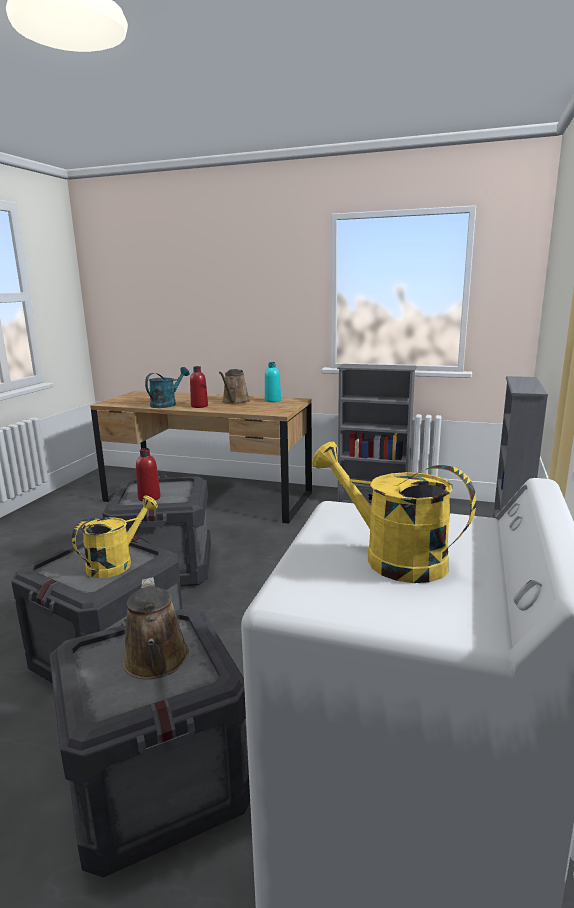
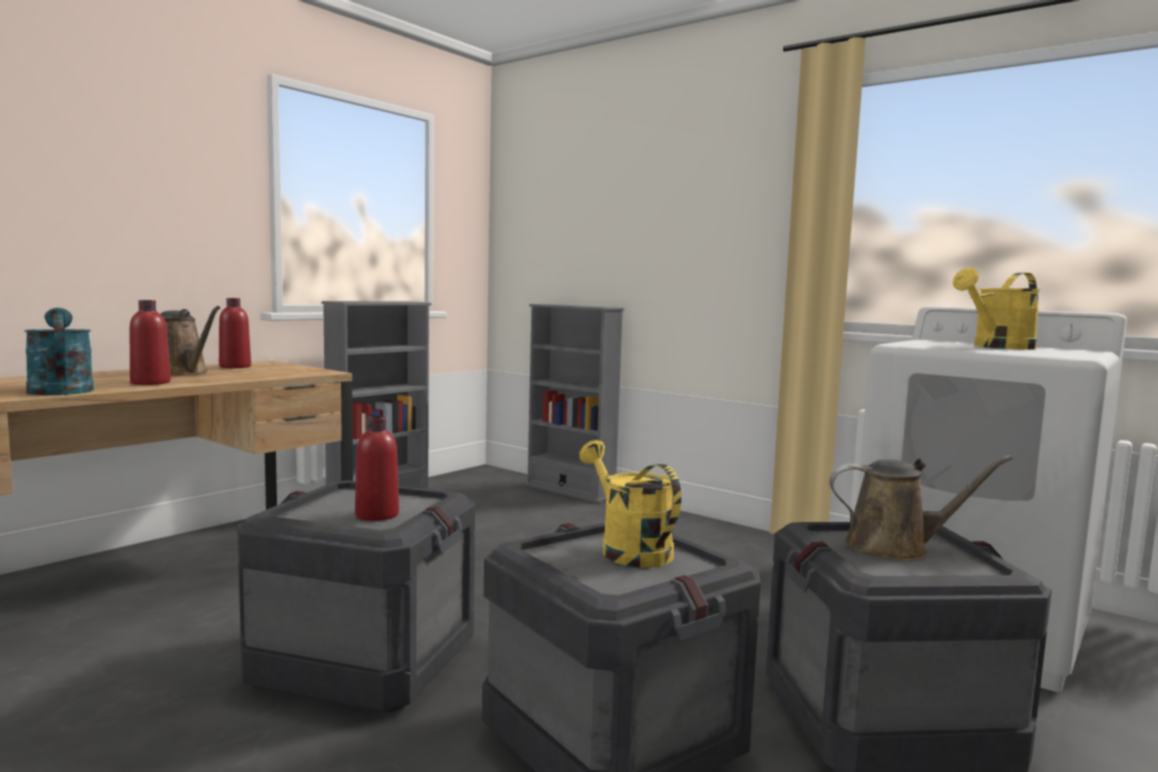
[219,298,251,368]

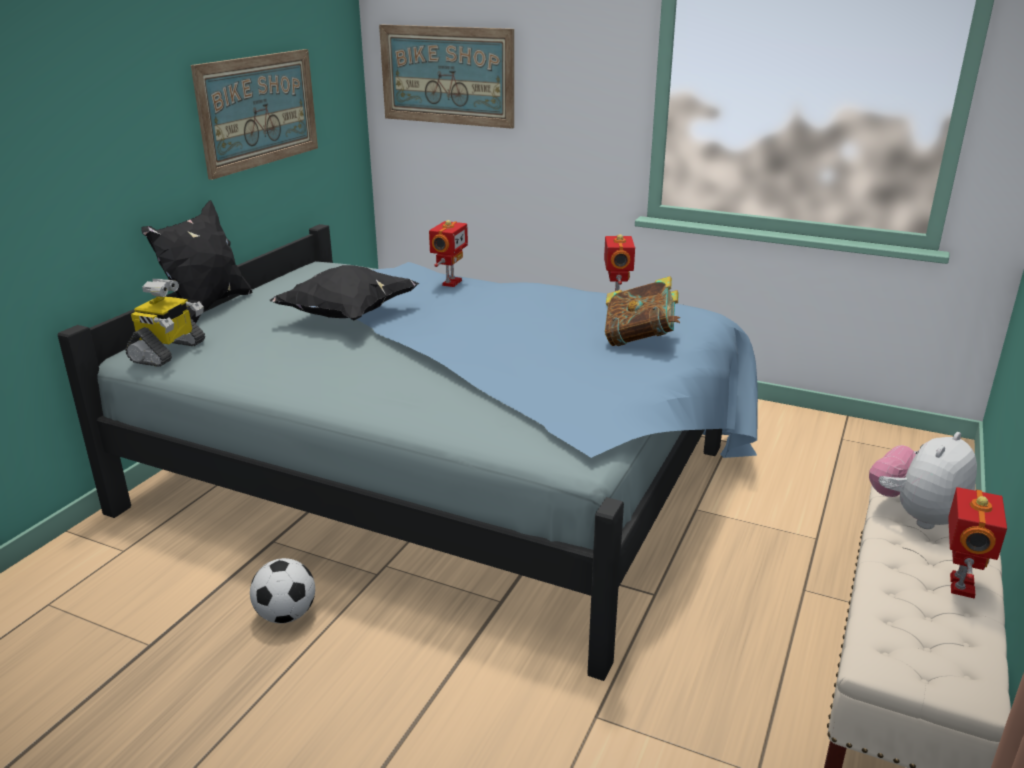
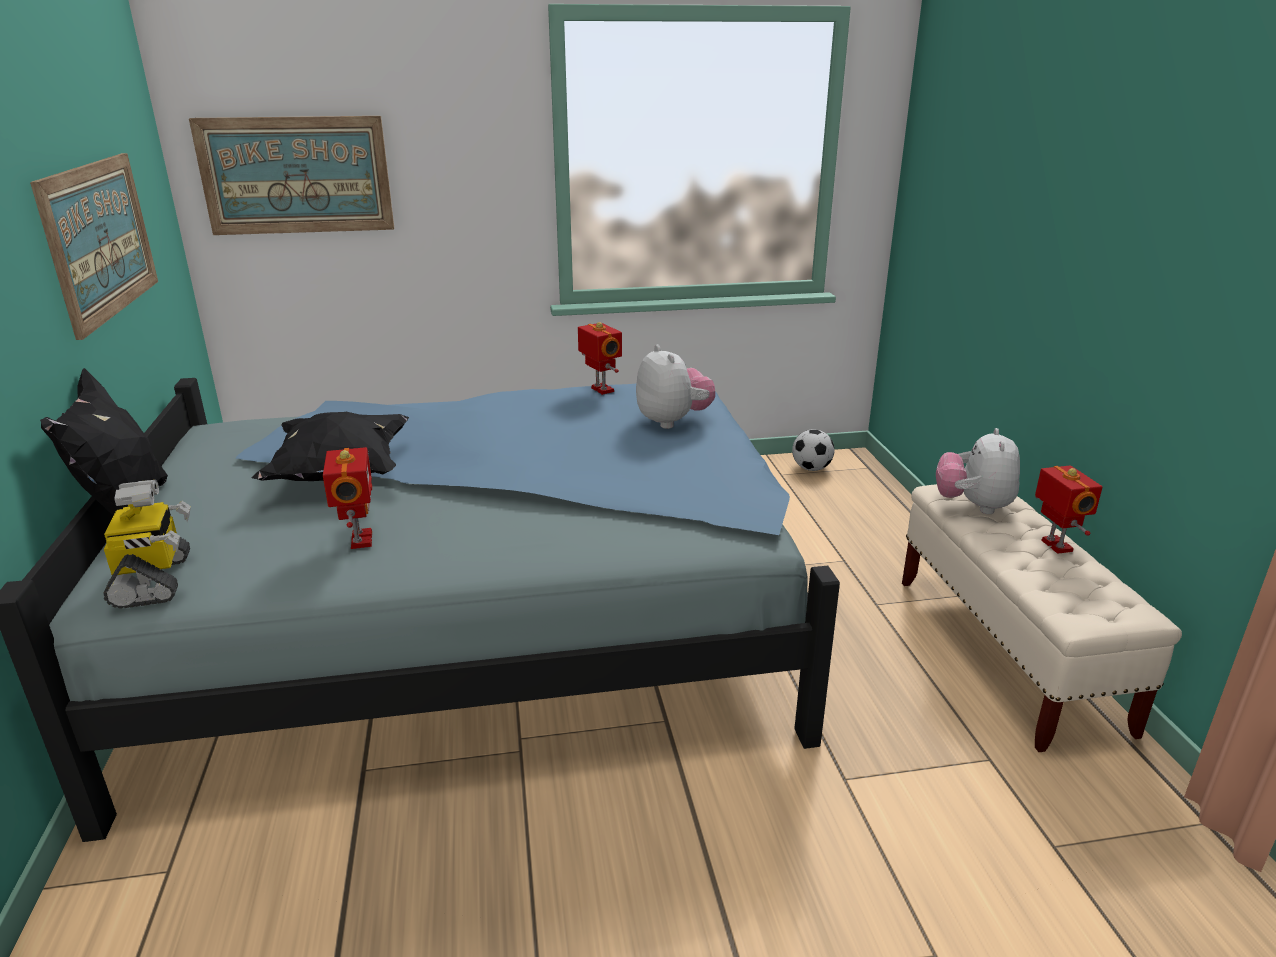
[792,429,835,471]
[323,447,372,549]
[636,345,715,429]

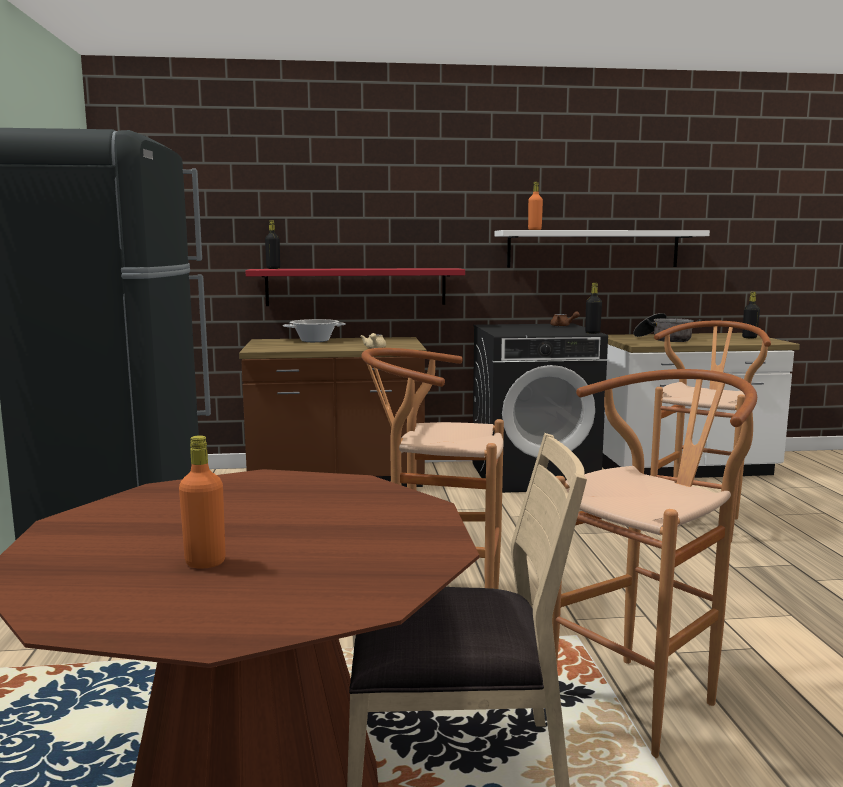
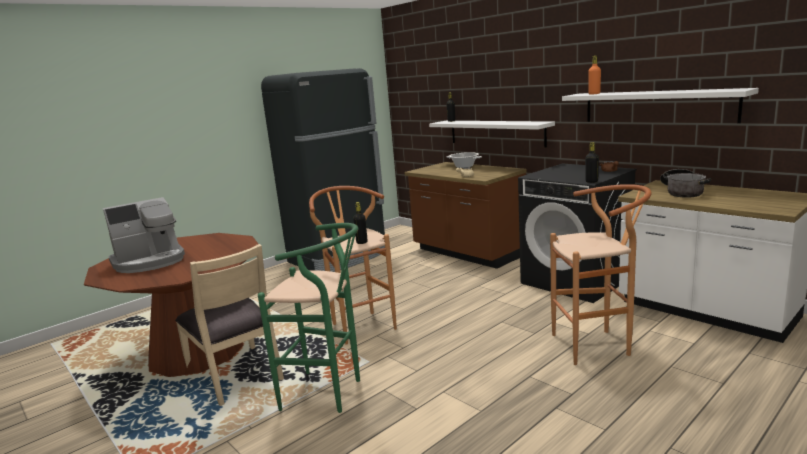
[103,197,185,273]
[429,121,555,148]
[258,223,360,413]
[353,202,367,244]

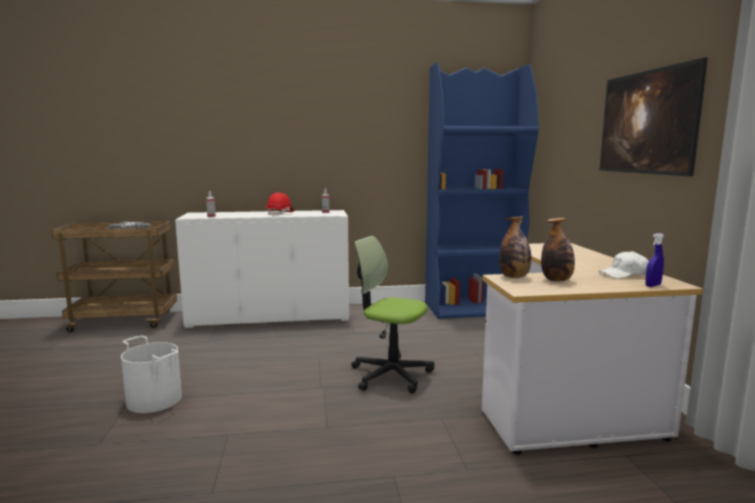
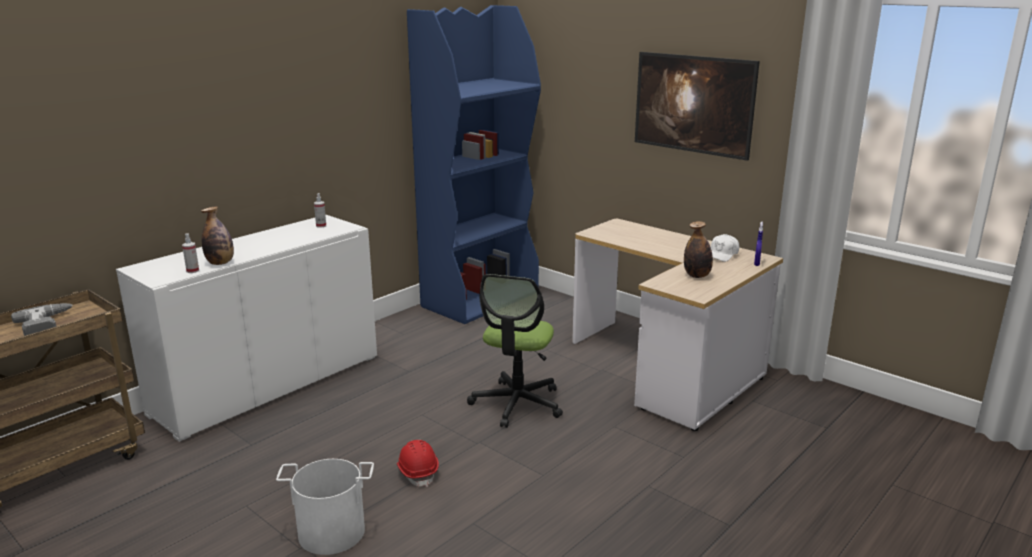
[397,440,439,487]
[467,274,563,428]
[201,206,234,265]

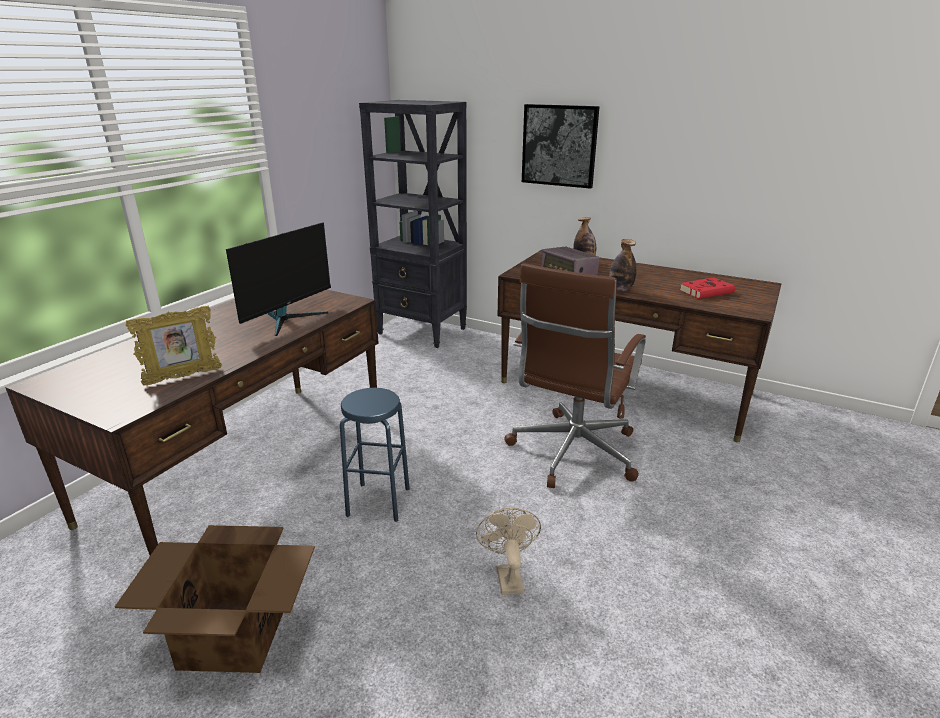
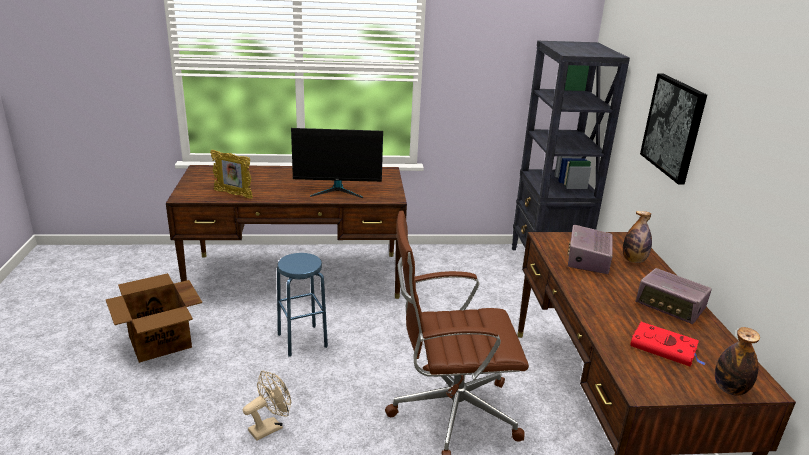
[715,327,760,396]
[635,268,712,324]

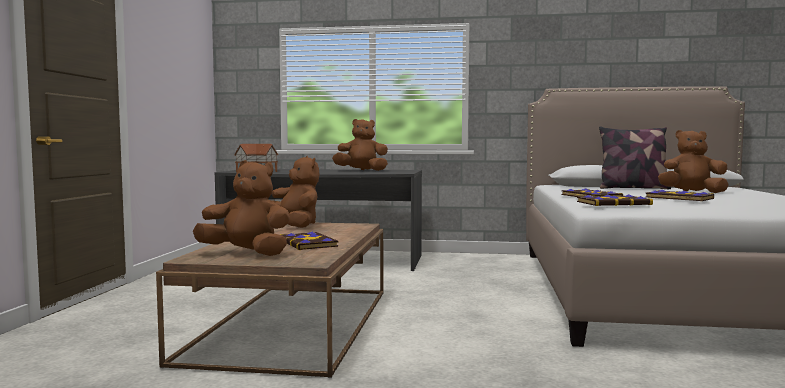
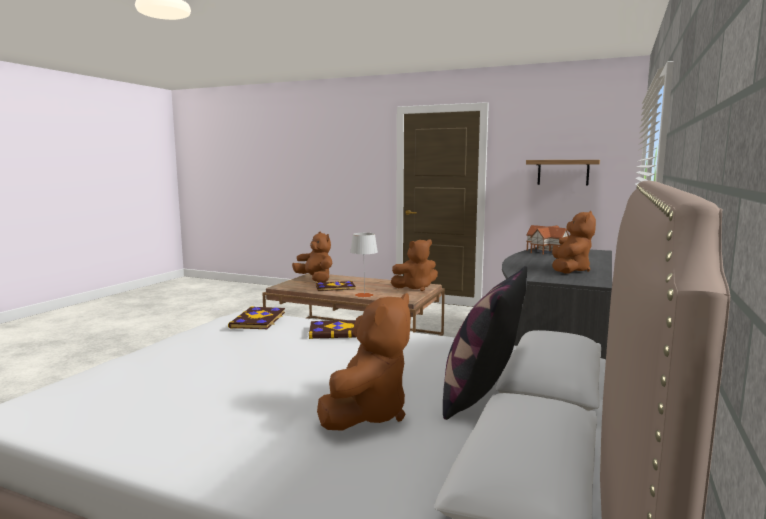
[292,231,332,282]
[645,190,714,201] (first image)
[350,233,378,298]
[526,160,600,185]

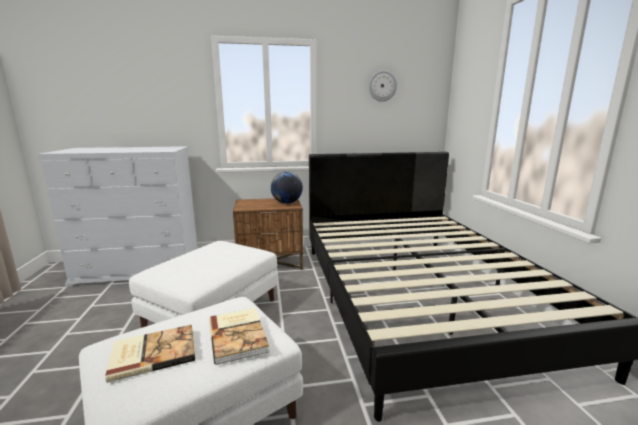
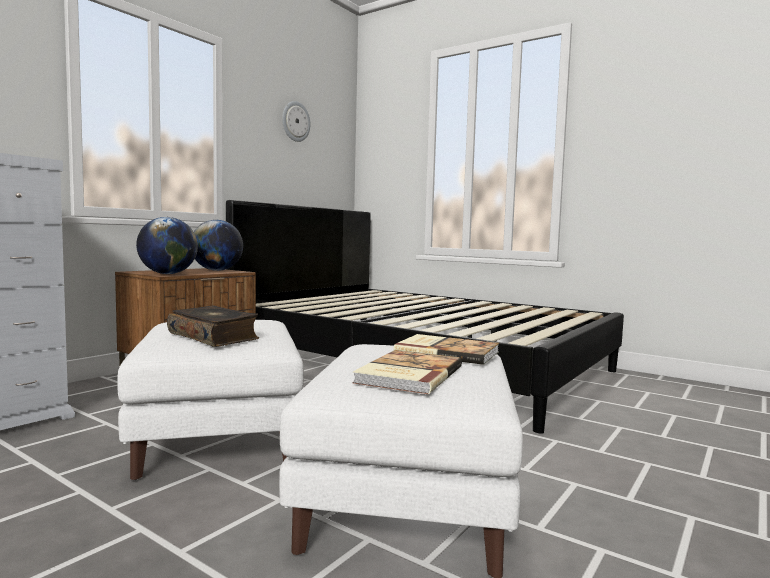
[136,217,198,274]
[167,306,259,347]

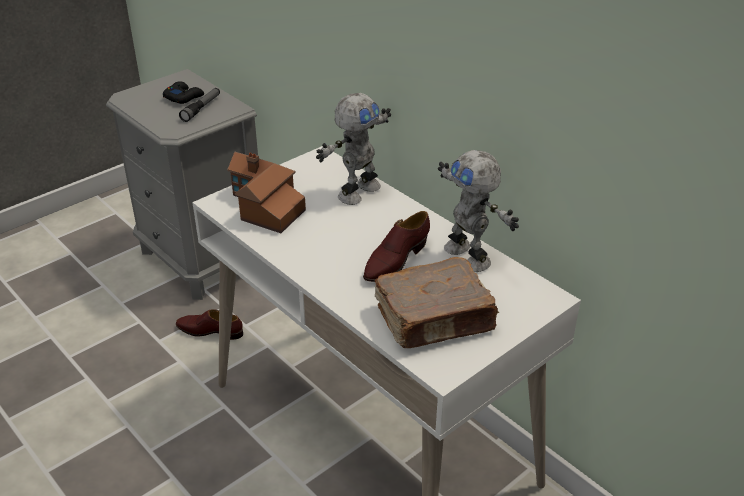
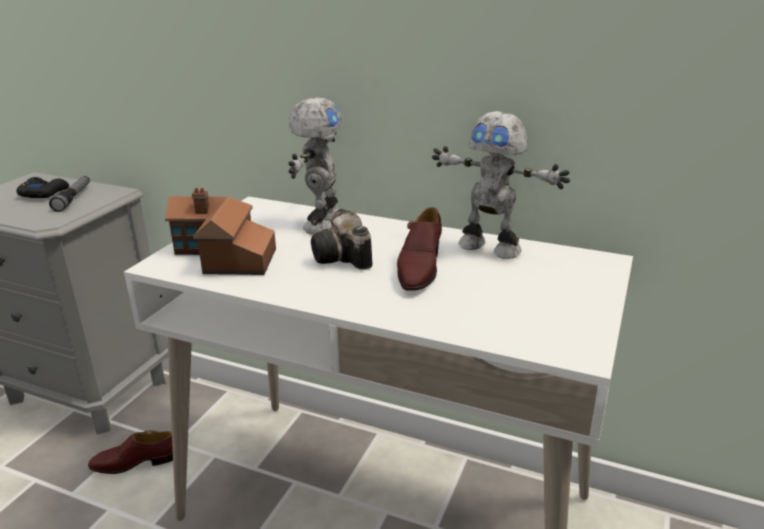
[375,257,499,348] (first image)
[311,209,372,270]

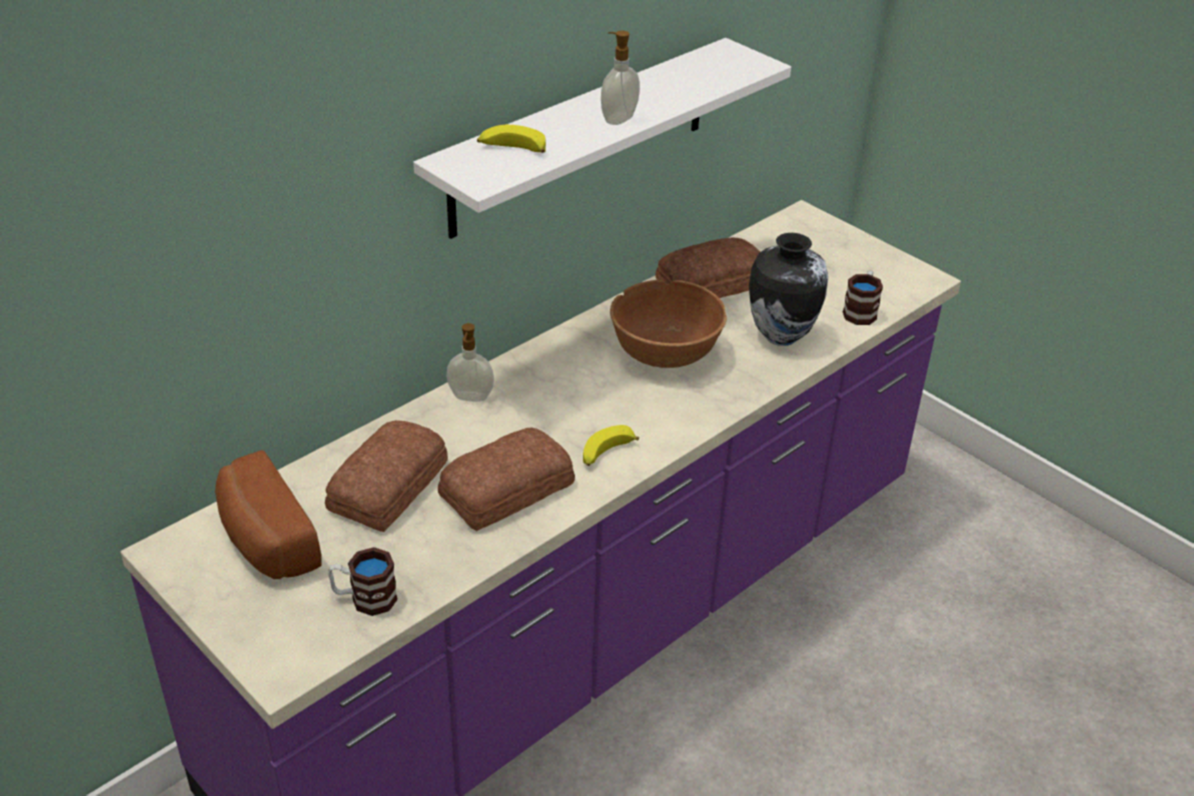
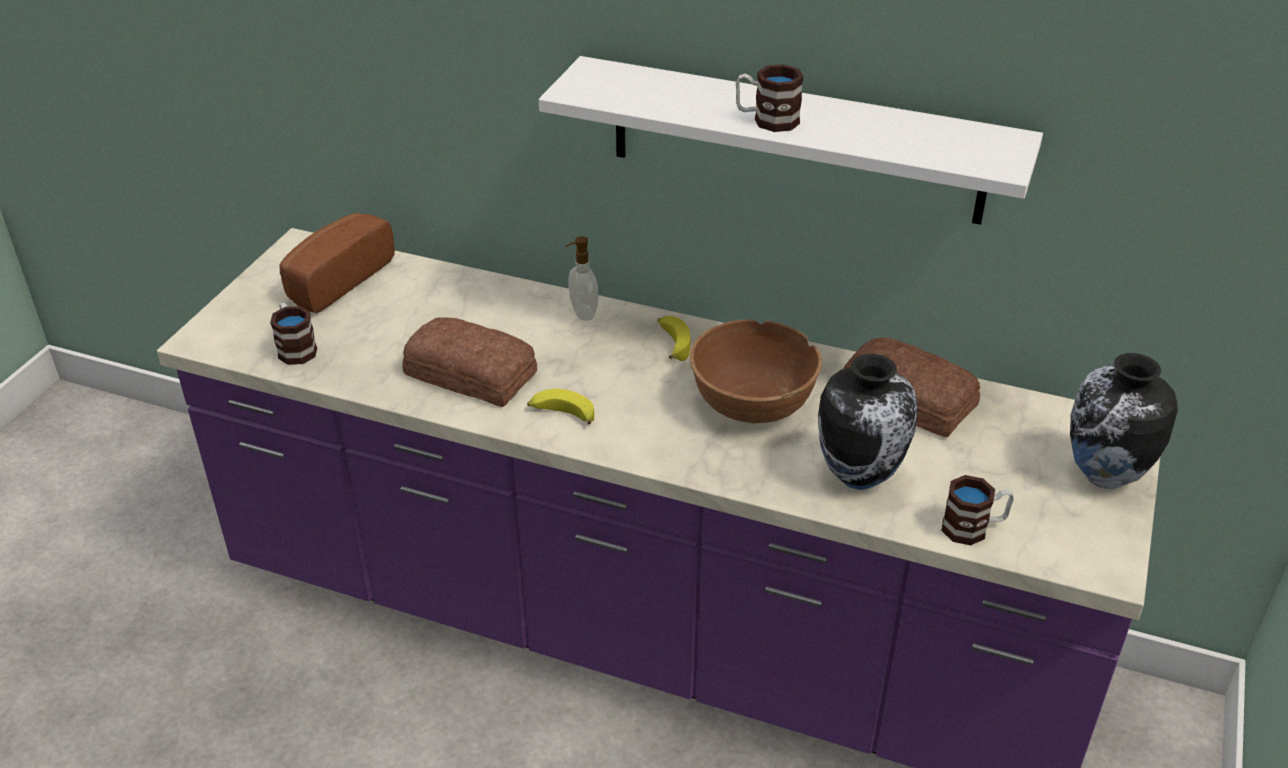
[325,420,448,532] (first image)
[657,316,691,361]
[736,64,804,132]
[1070,353,1178,489]

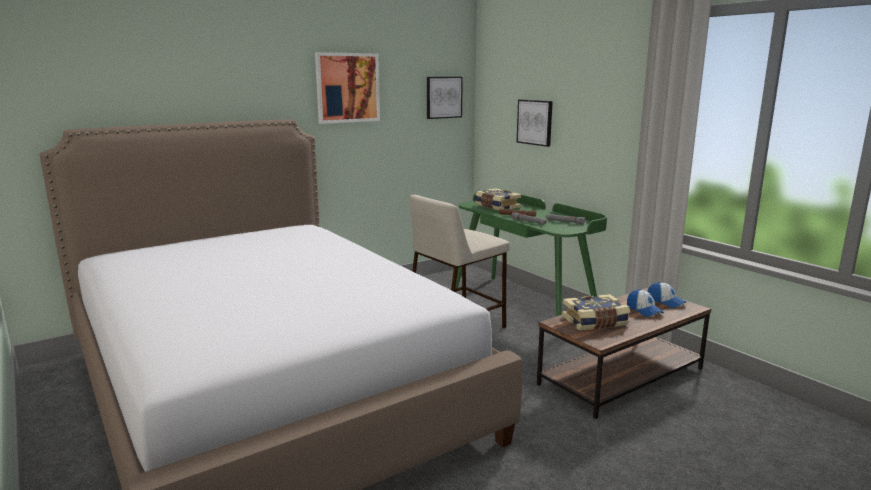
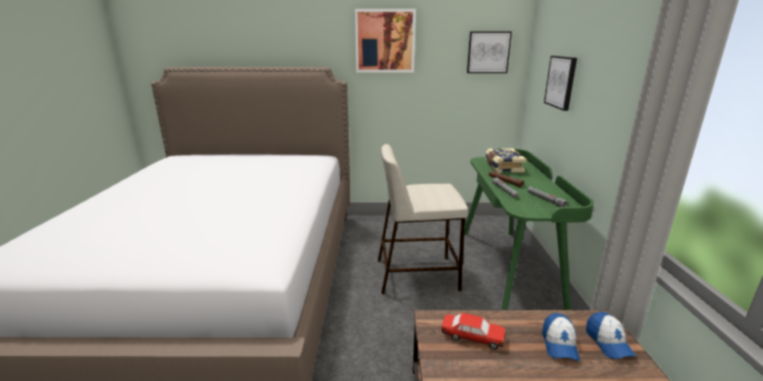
[441,313,506,350]

